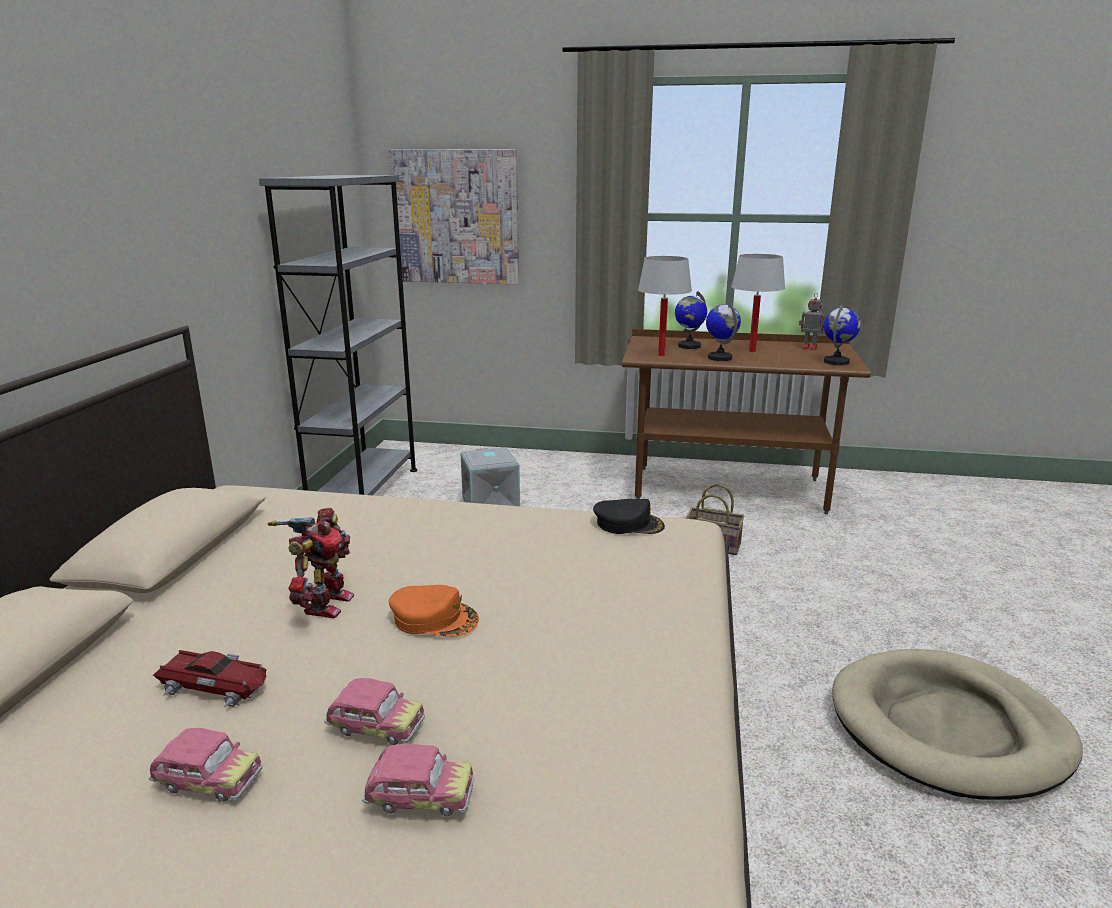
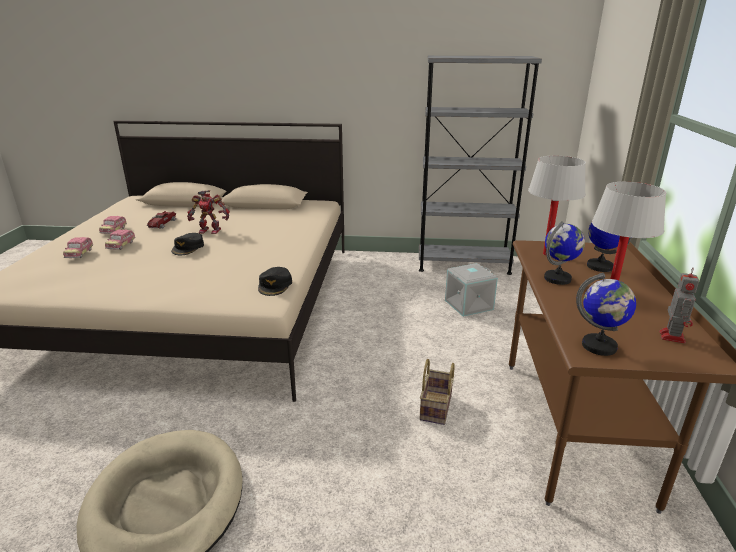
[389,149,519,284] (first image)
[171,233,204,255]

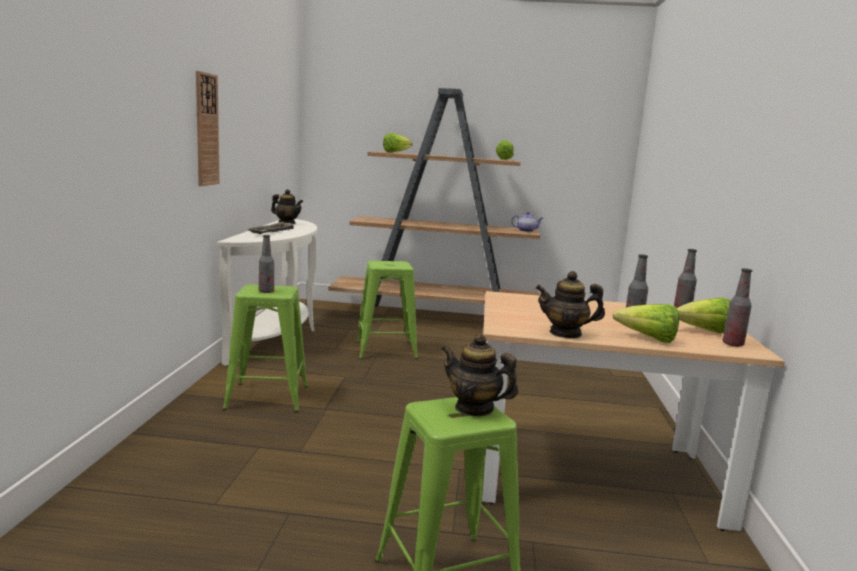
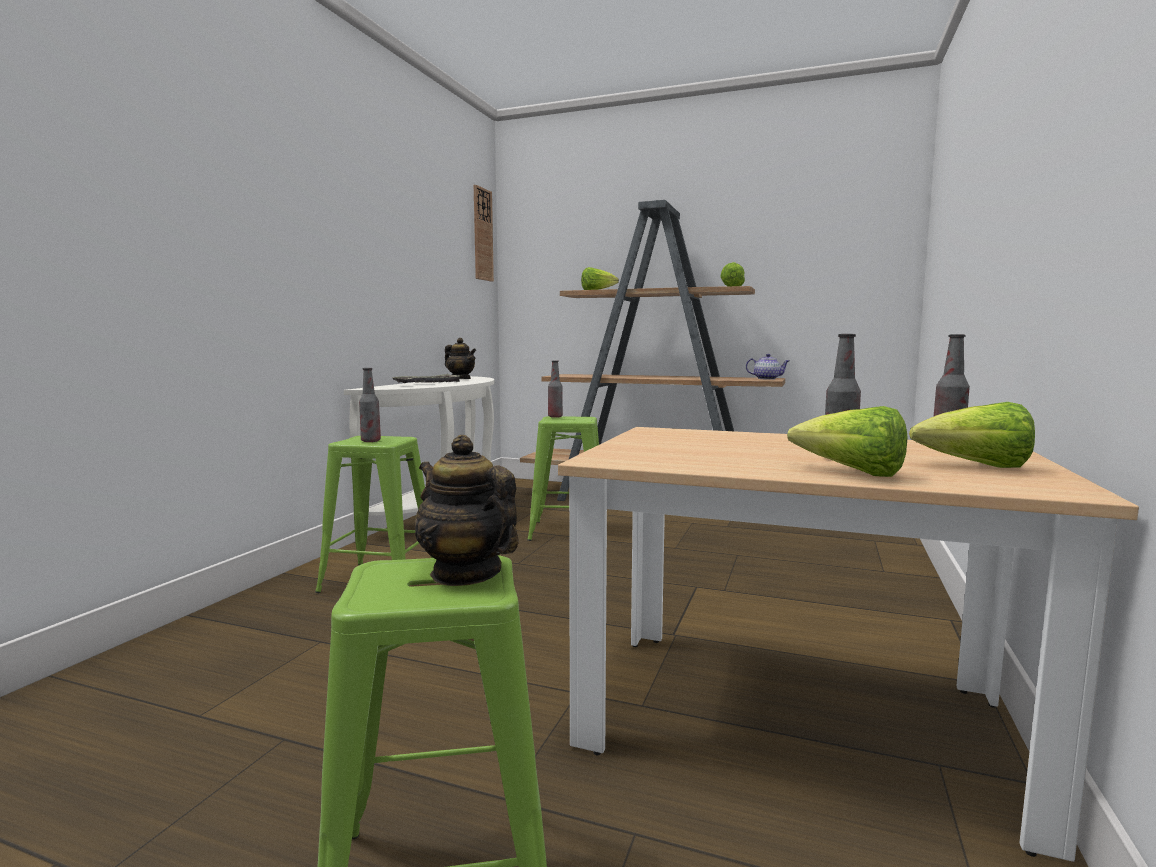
[474,185,494,282]
[536,271,605,339] (first image)
[548,360,563,418]

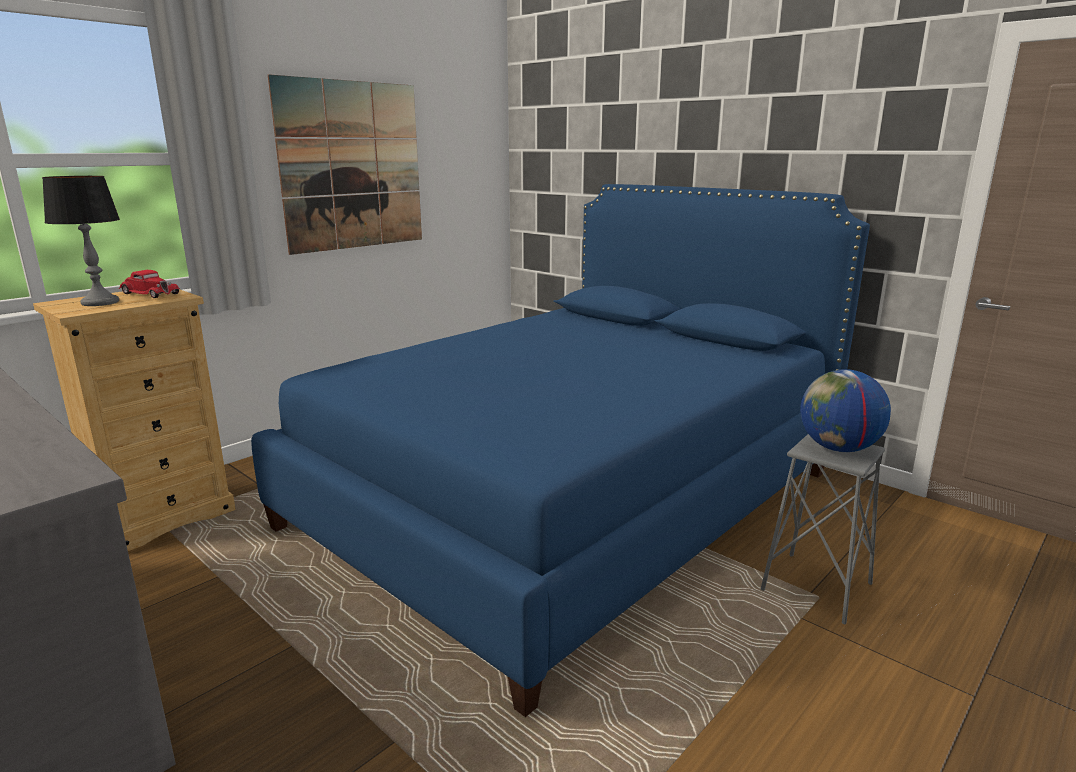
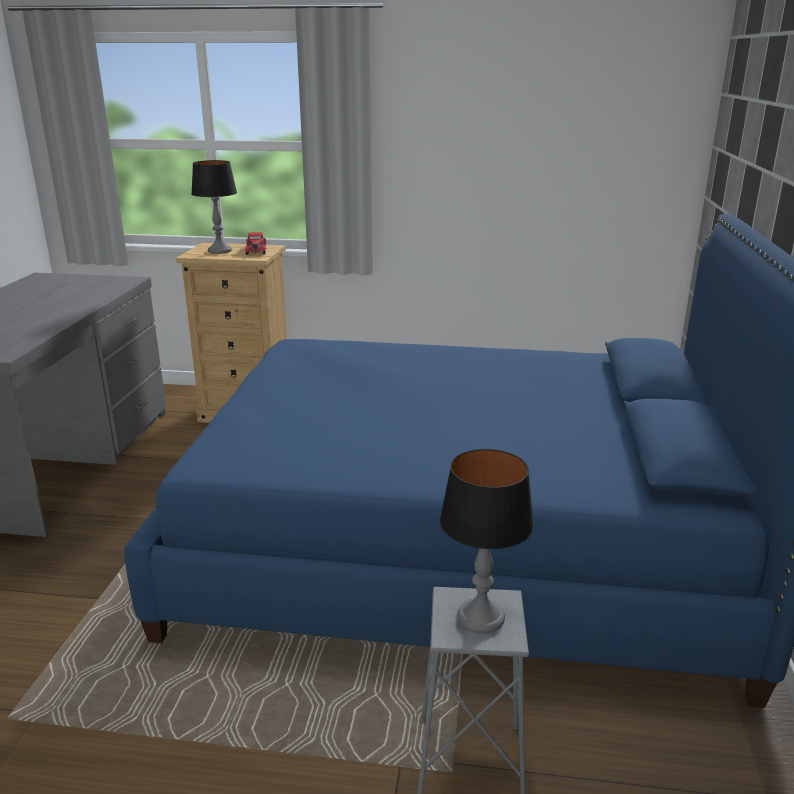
[268,74,422,255] (first image)
[440,449,534,634]

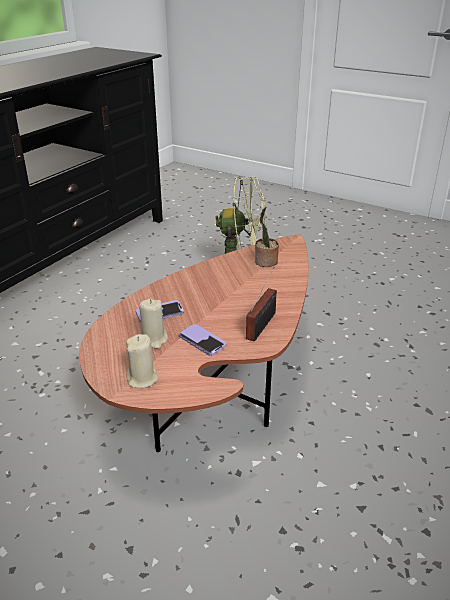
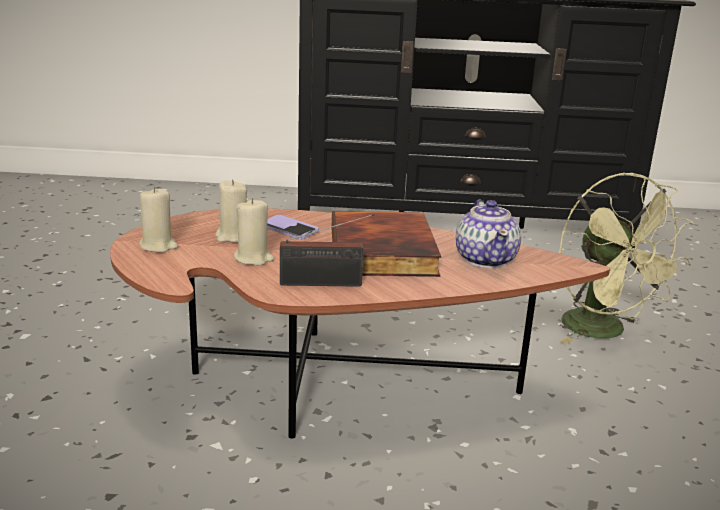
[234,198,274,266]
[456,200,521,268]
[332,211,441,277]

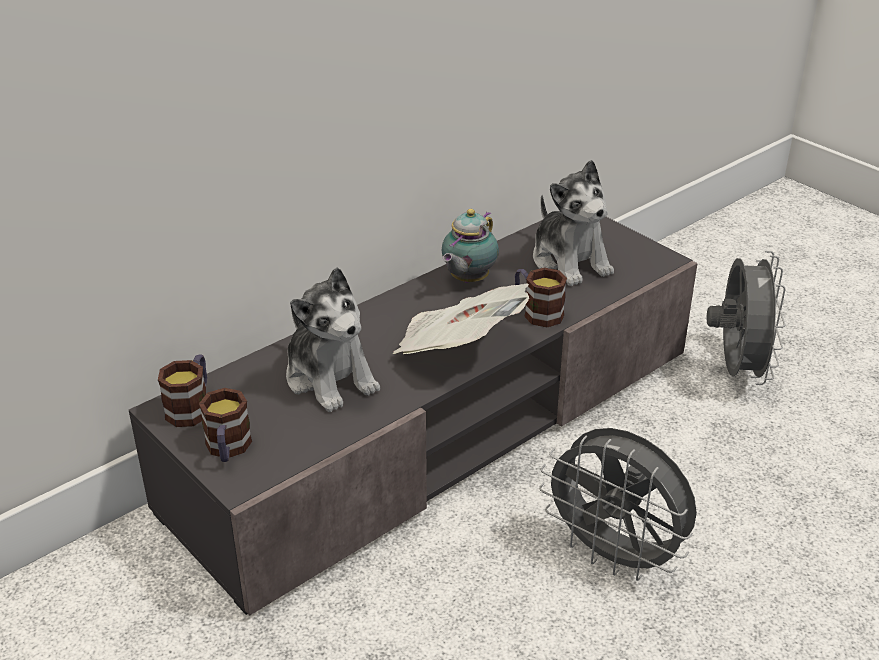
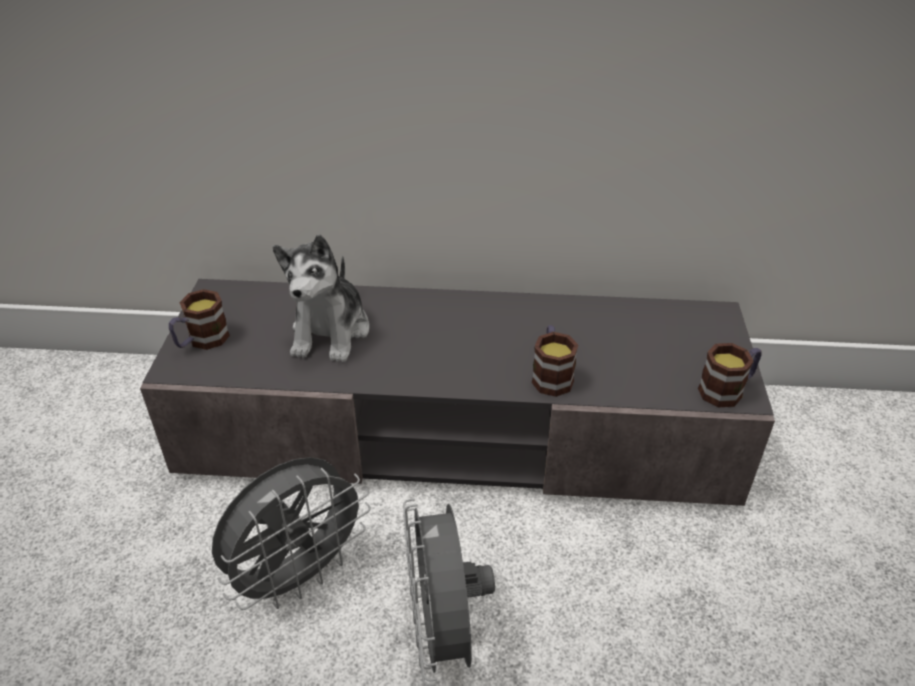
[698,343,761,407]
[393,284,529,354] (first image)
[442,209,499,283] (first image)
[533,160,614,286] (first image)
[212,457,371,610]

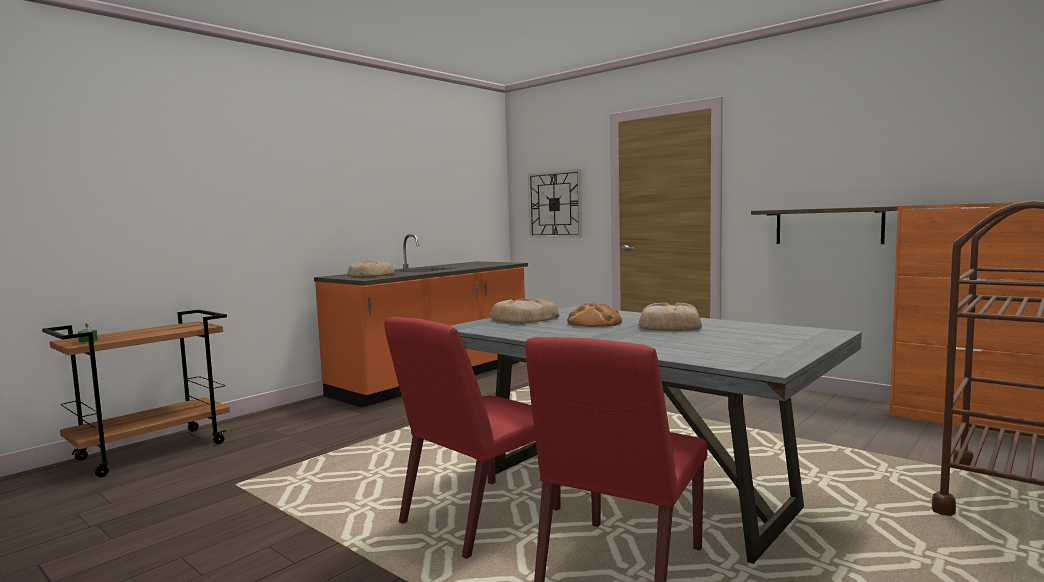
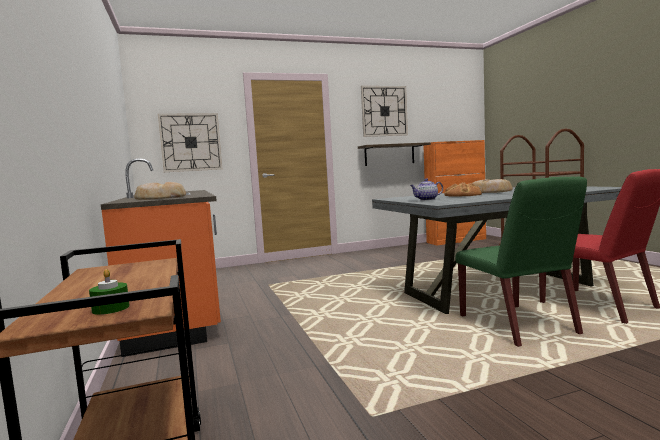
[455,177,587,347]
[410,179,443,200]
[361,86,408,137]

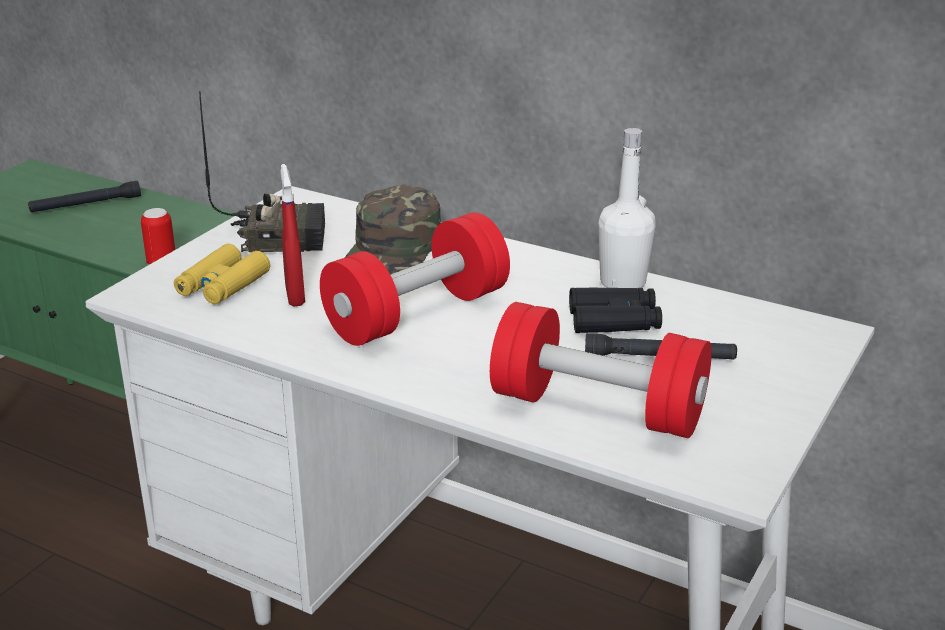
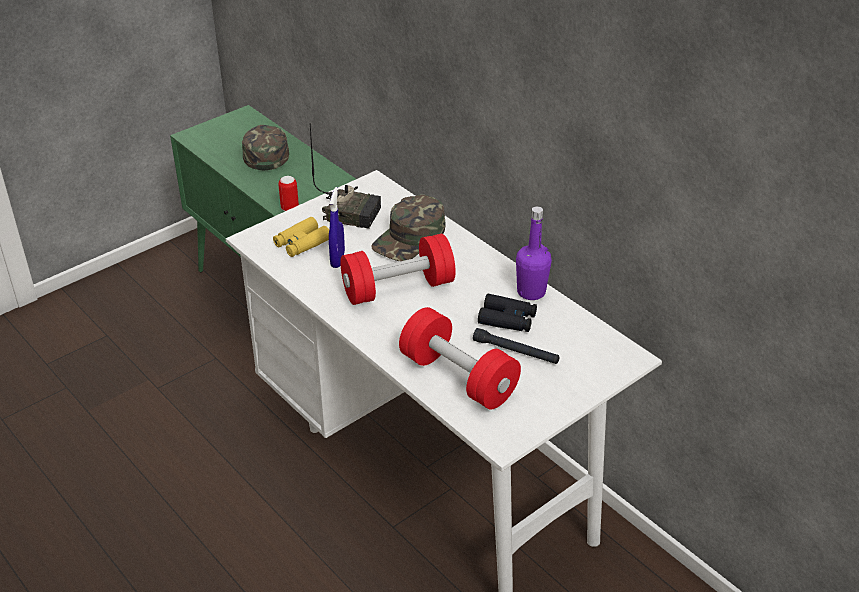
[242,125,289,170]
[329,187,345,268]
[516,206,552,300]

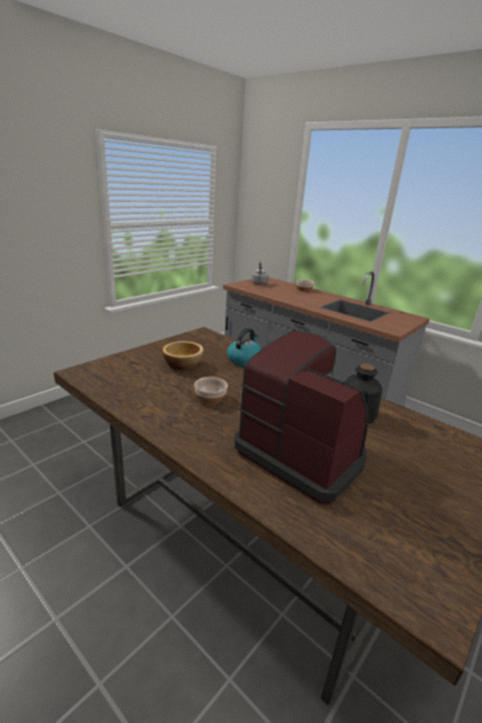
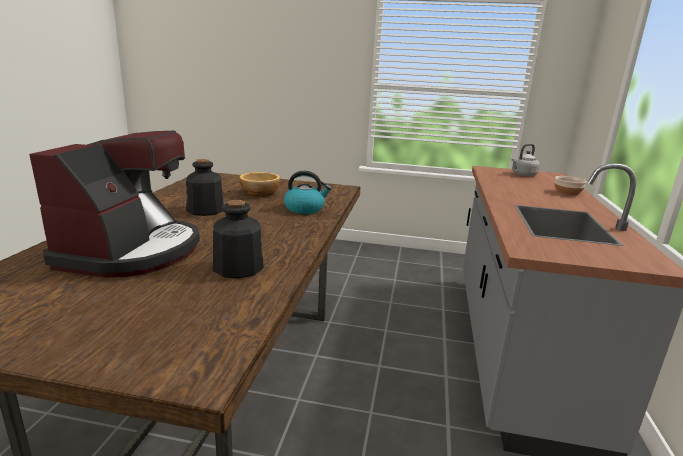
[186,159,224,216]

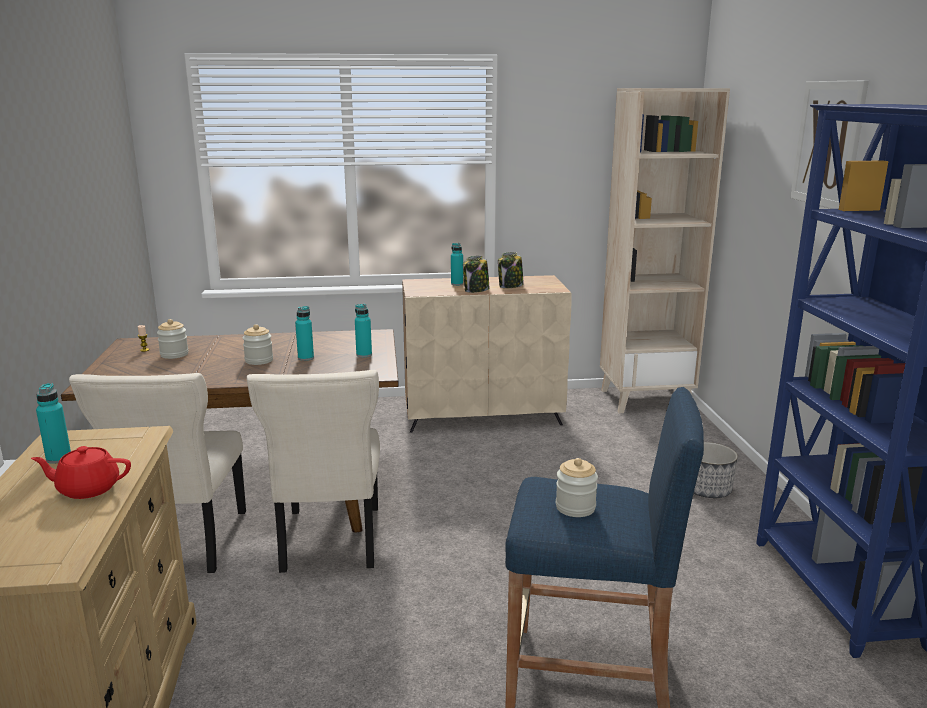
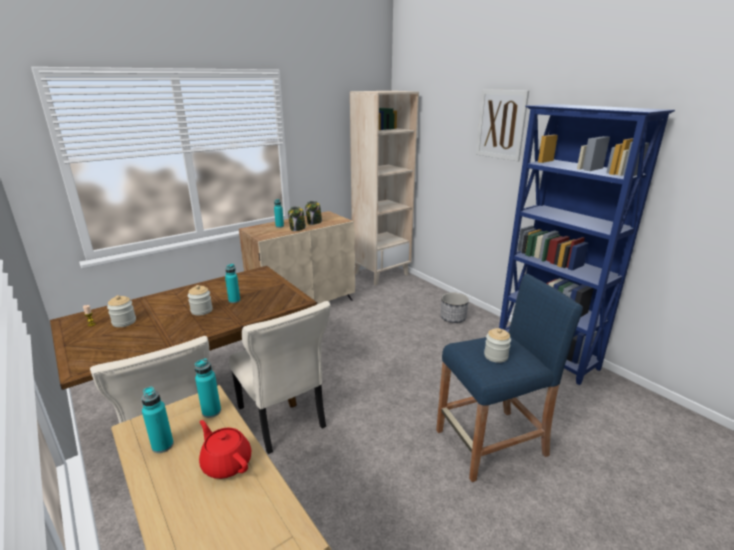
[199,420,251,479]
[195,358,221,418]

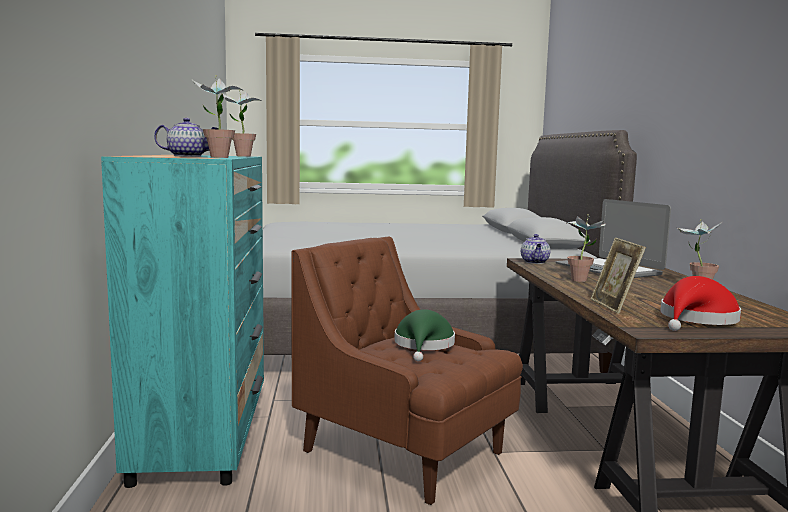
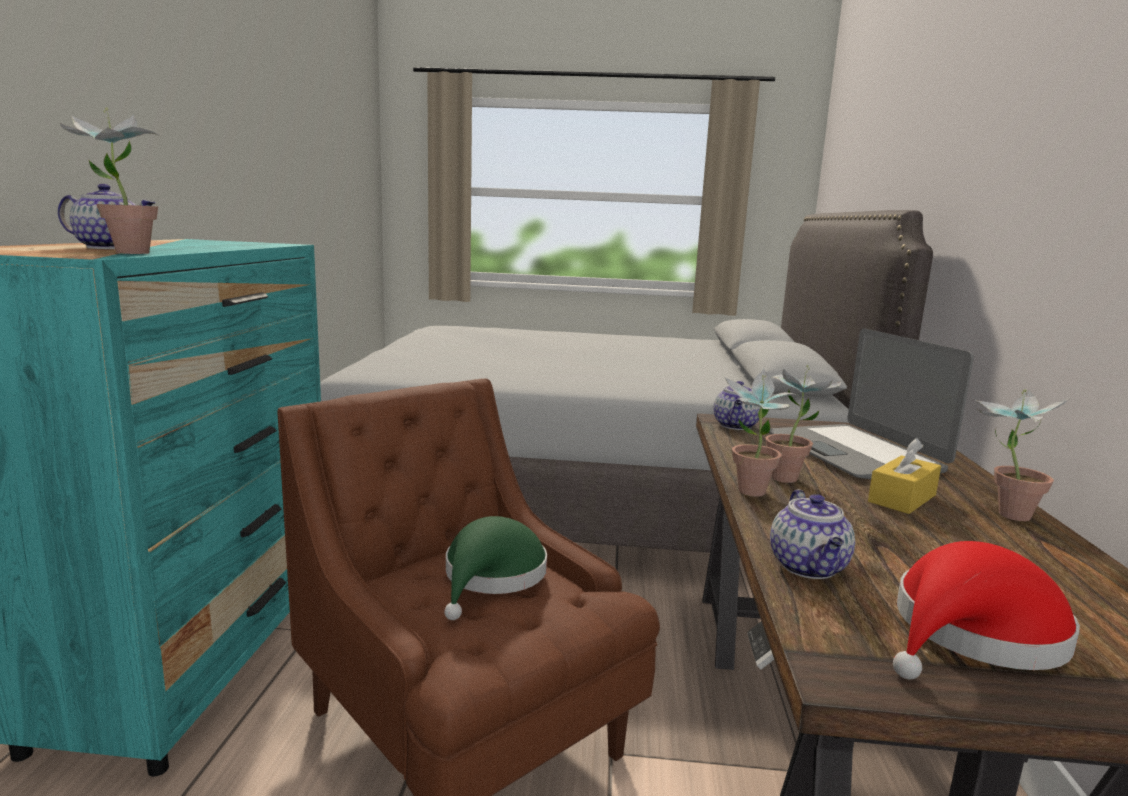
[724,369,804,497]
[770,489,855,579]
[868,438,941,514]

